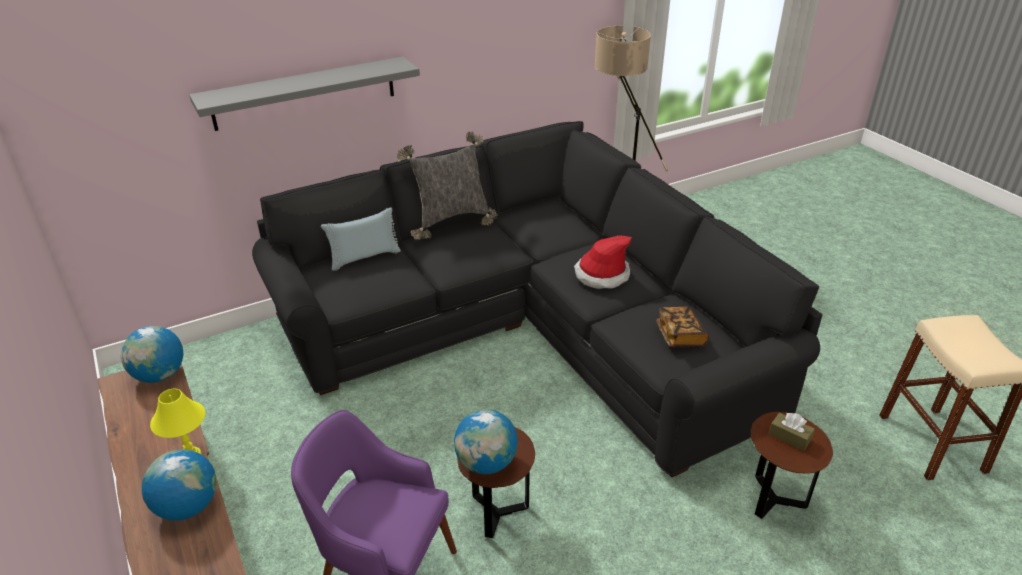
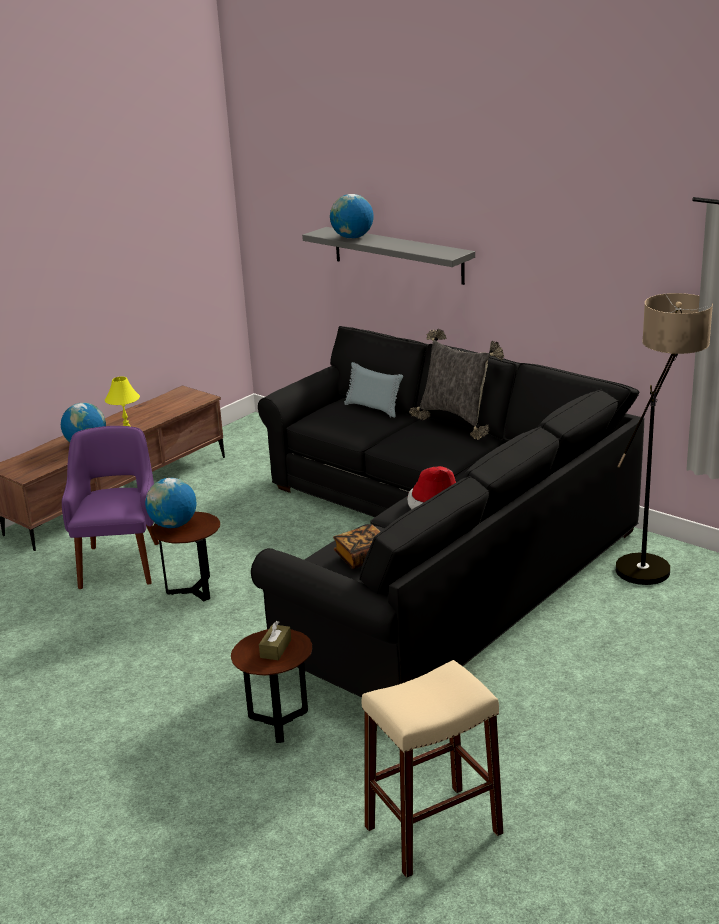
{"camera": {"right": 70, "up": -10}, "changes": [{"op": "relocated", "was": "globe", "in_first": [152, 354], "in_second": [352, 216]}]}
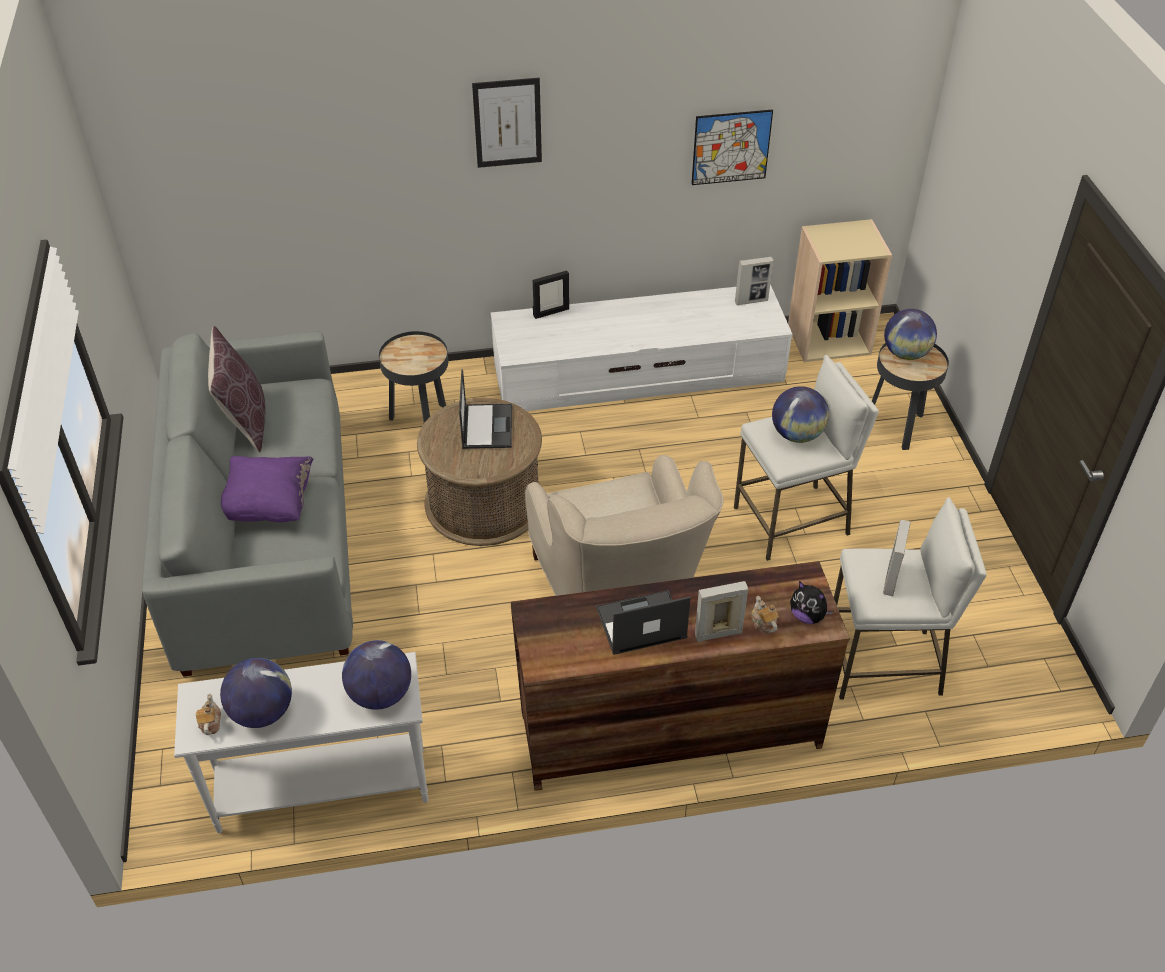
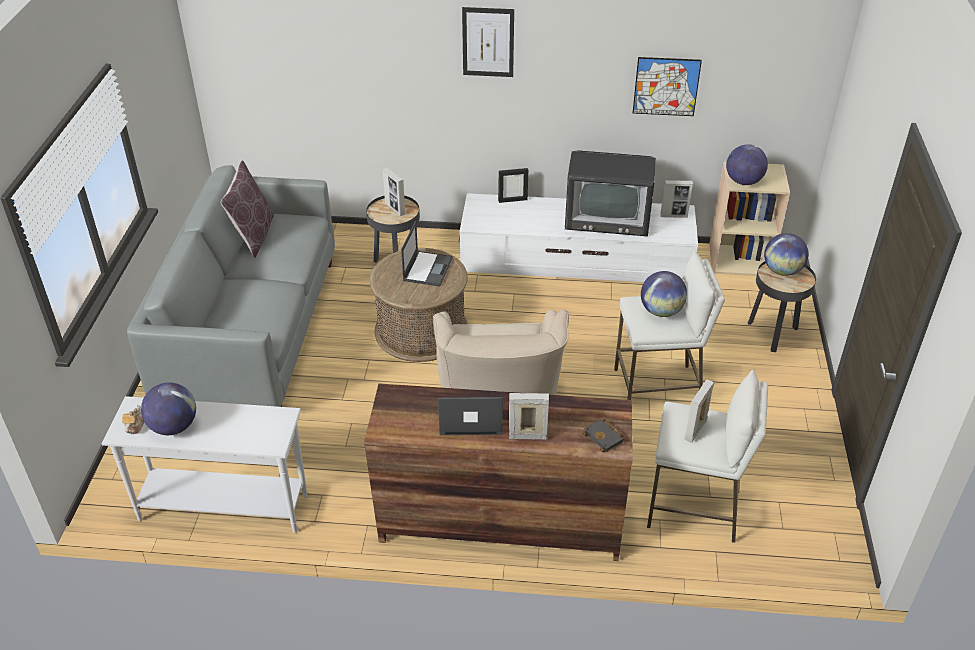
{"camera": {"right": 15, "up": -5}, "changes": [{"op": "missing", "was": "purple pillow", "in_first": [267, 489]}, {"op": "relocated", "was": "globe", "in_first": [376, 675], "in_second": [747, 164]}, {"op": "missing", "was": "teapot", "in_first": [765, 615]}, {"op": "exchanged", "was": "plush toy", "now": "black book", "in_first": [811, 602], "in_second": [603, 436]}, {"op": "appeared", "now": "picture frame", "in_second": [394, 192]}, {"op": "appeared", "now": "television", "in_second": [610, 193]}]}
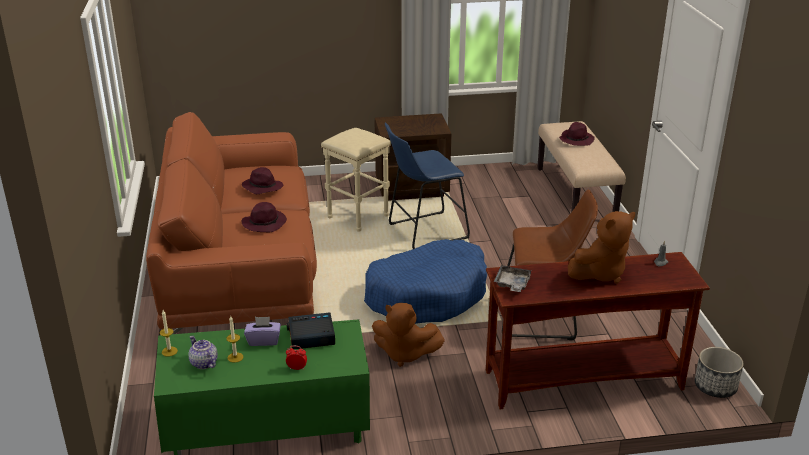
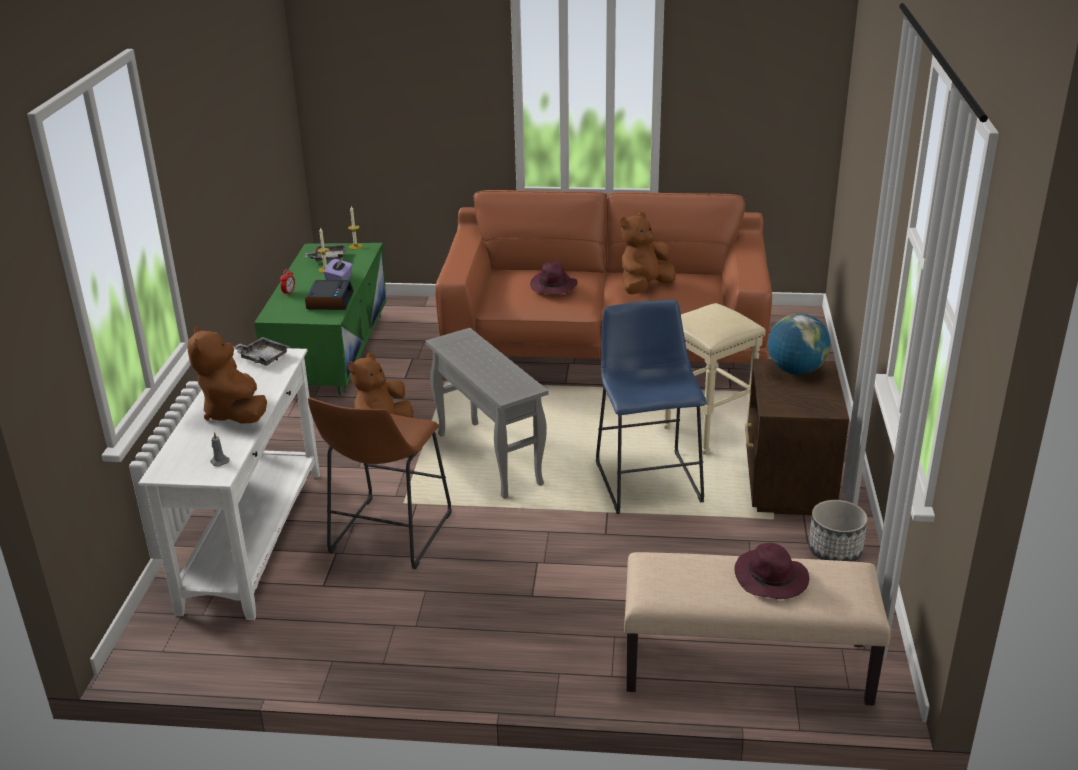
{"camera": {"right": 105, "up": 0}, "changes": [{"op": "exchanged", "was": "teapot", "now": "grey tray", "in_first": [203, 352], "in_second": [325, 253]}, {"op": "exchanged", "was": "purple hat", "now": "brown plush toy", "in_first": [262, 180], "in_second": [648, 253]}, {"op": "exchanged", "was": "blue dog bed", "now": "grey side table", "in_first": [425, 281], "in_second": [487, 413]}, {"op": "colour", "was": "brown console table", "now": "white console table", "in_first": [598, 330], "in_second": [229, 484]}, {"op": "relocated", "was": "planter", "in_first": [719, 372], "in_second": [838, 531]}, {"op": "appeared", "now": "globe", "in_second": [799, 344]}]}
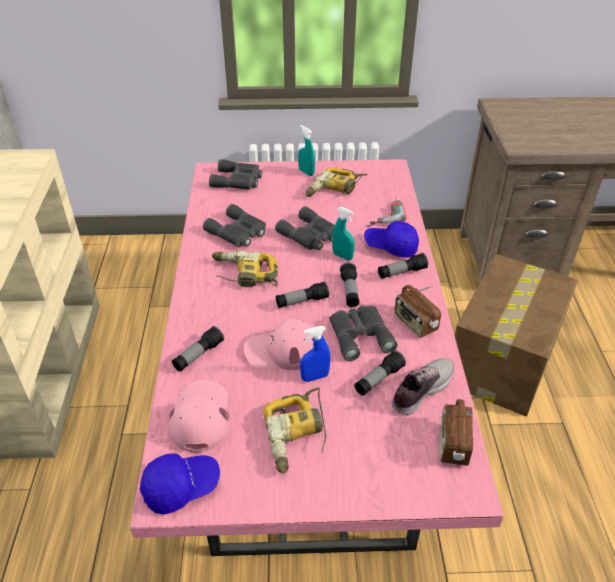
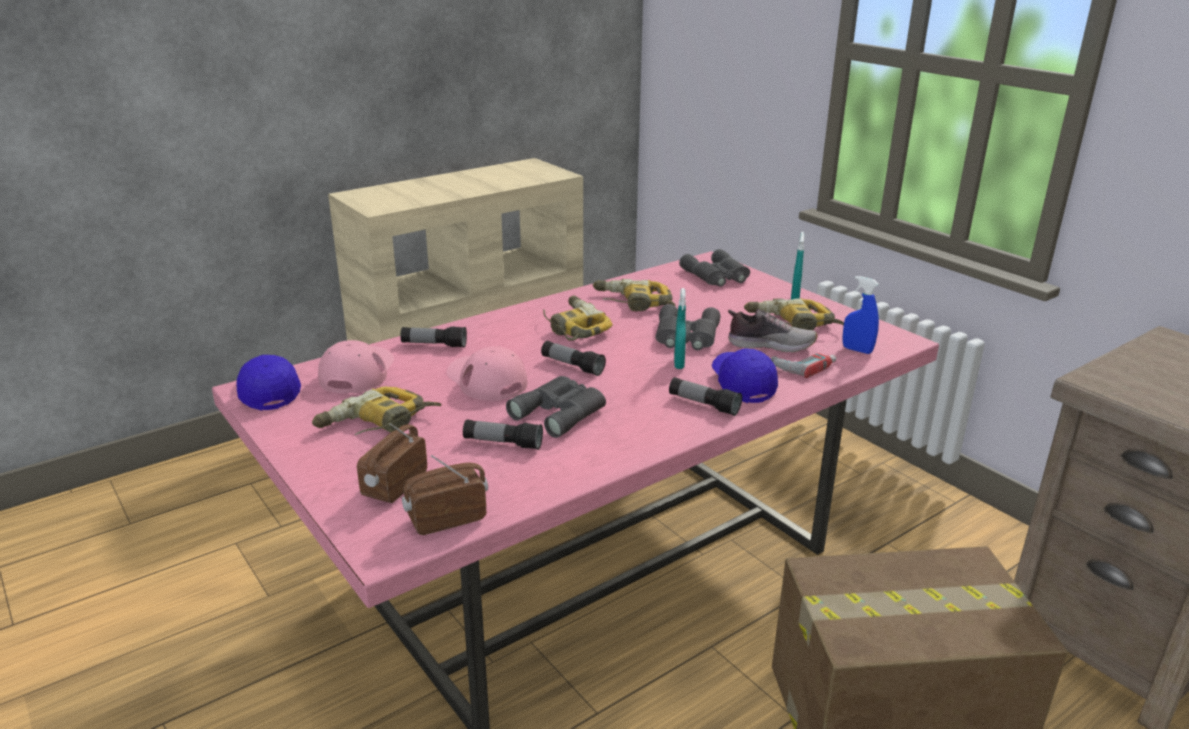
{"camera": {"right": 55, "up": -15}, "changes": [{"op": "spun", "was": "blue cap", "in_first": [180, 483], "in_second": [269, 383], "clockwise": -150}, {"op": "spun", "was": "pink cap", "in_first": [199, 416], "in_second": [356, 367], "clockwise": -45}, {"op": "exchanged", "was": "grey binoculars", "now": "power drill", "in_first": [234, 225], "in_second": [634, 295]}, {"op": "relocated", "was": "blue spray bottle", "in_first": [315, 354], "in_second": [861, 315]}, {"op": "missing", "was": "flashlight", "in_first": [349, 285]}, {"op": "relocated", "was": "shoe", "in_first": [423, 386], "in_second": [772, 331]}, {"op": "relocated", "was": "radio", "in_first": [417, 311], "in_second": [392, 463]}]}
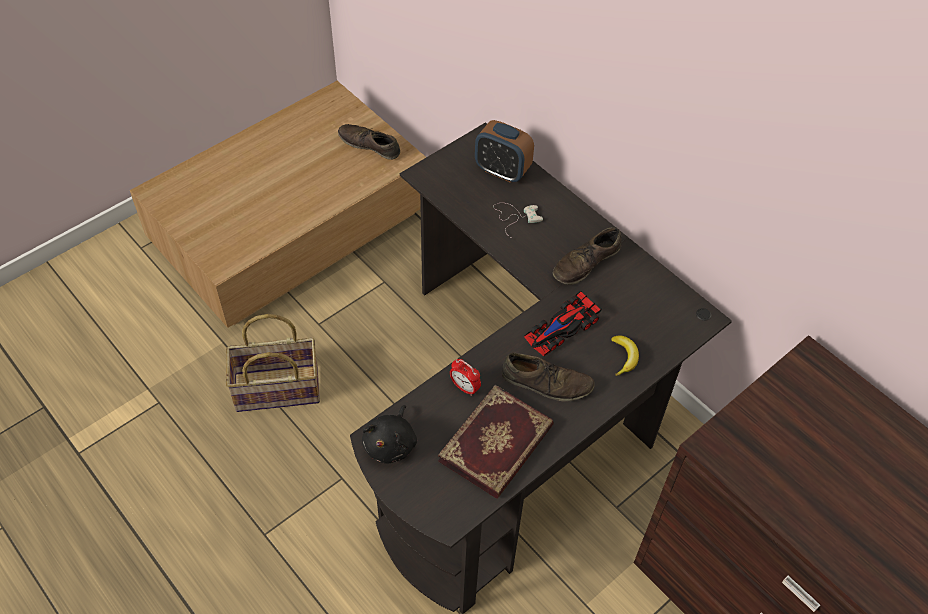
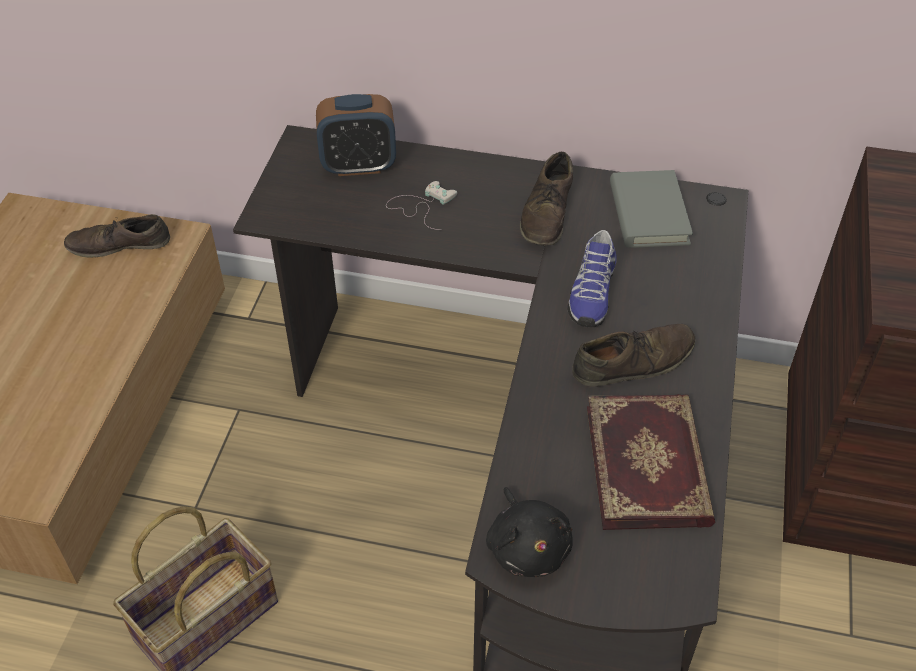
{"camera": {"right": -35, "up": -5}, "changes": [{"op": "missing", "was": "alarm clock", "in_first": [465, 377]}, {"op": "exchanged", "was": "toy car", "now": "shoe", "in_first": [563, 323], "in_second": [592, 278]}, {"op": "missing", "was": "banana", "in_first": [625, 356]}, {"op": "appeared", "now": "grey book", "in_second": [651, 209]}]}
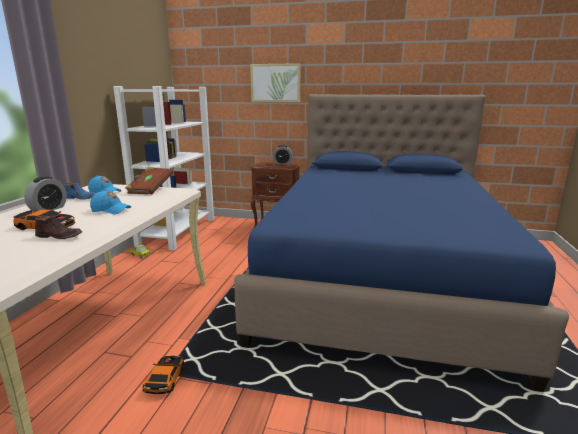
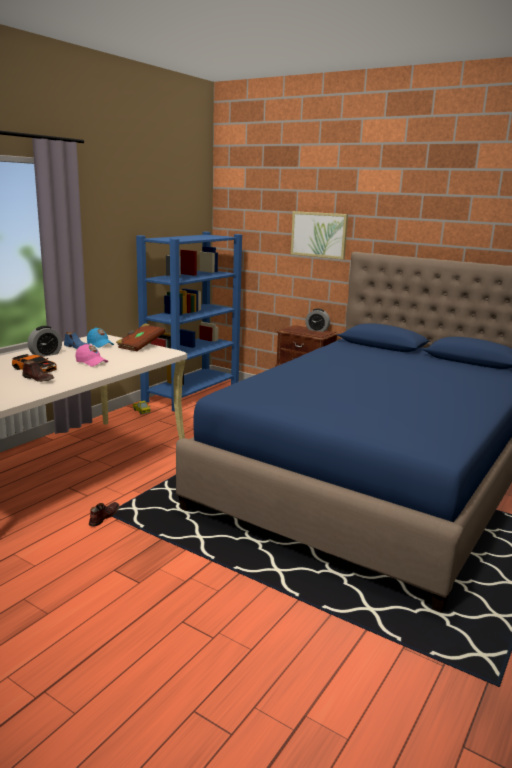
{"camera": {"right": 20, "up": 0}, "changes": [{"op": "colour", "was": "blue cap", "now": "pink cap", "in_first": [110, 202], "in_second": [92, 355]}, {"op": "colour", "was": "white bookcase", "now": "blue bookcase", "in_first": [163, 168], "in_second": [189, 322]}, {"op": "exchanged", "was": "toy car", "now": "brown shoe", "in_first": [163, 375], "in_second": [104, 514]}]}
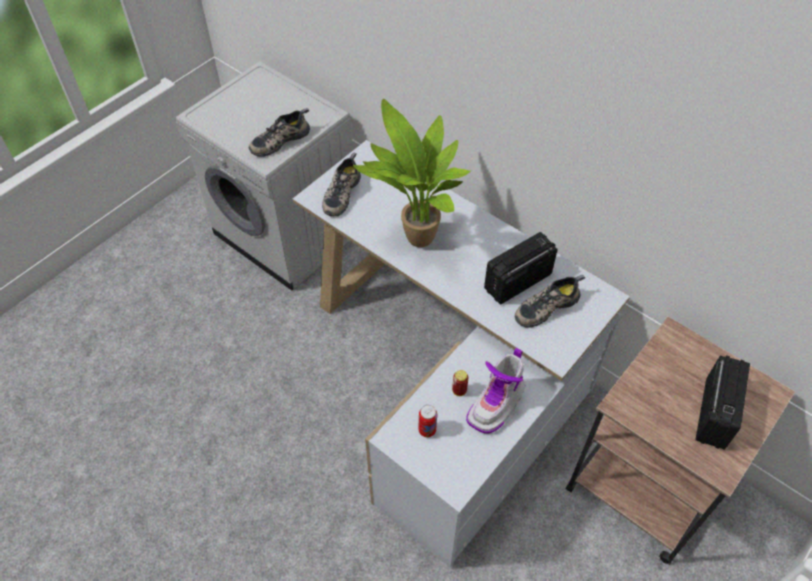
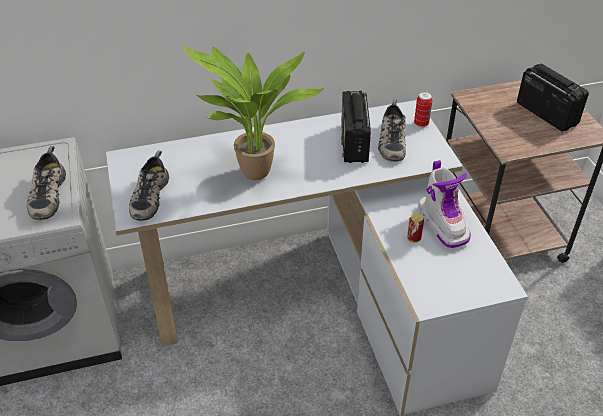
{"camera": {"right": -55, "up": -10}, "changes": [{"op": "spun", "was": "shoe", "in_first": [341, 185], "in_second": [149, 186], "clockwise": 45}, {"op": "relocated", "was": "can", "in_first": [427, 421], "in_second": [423, 109]}]}
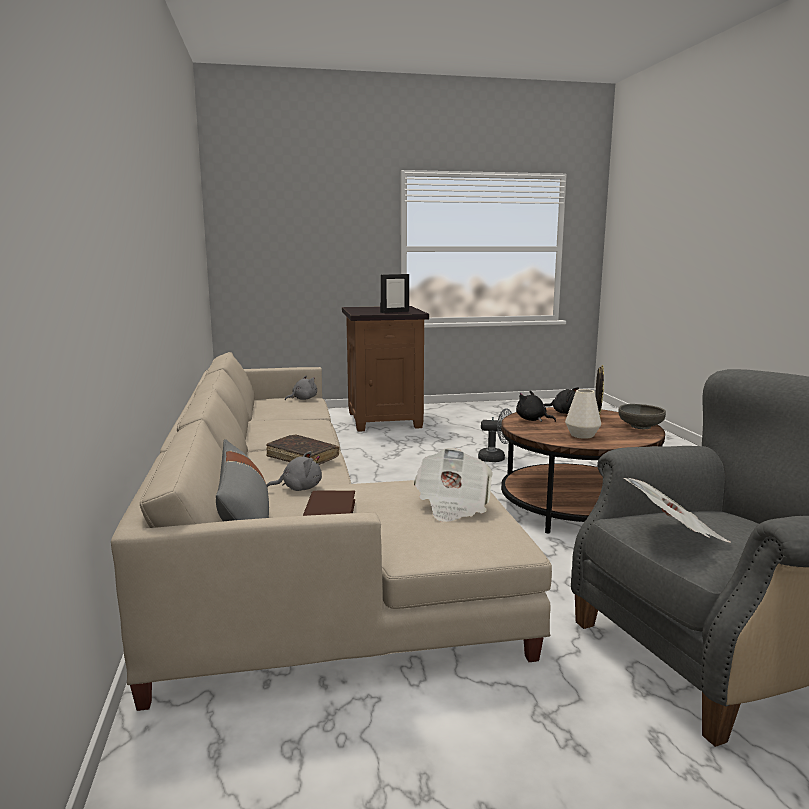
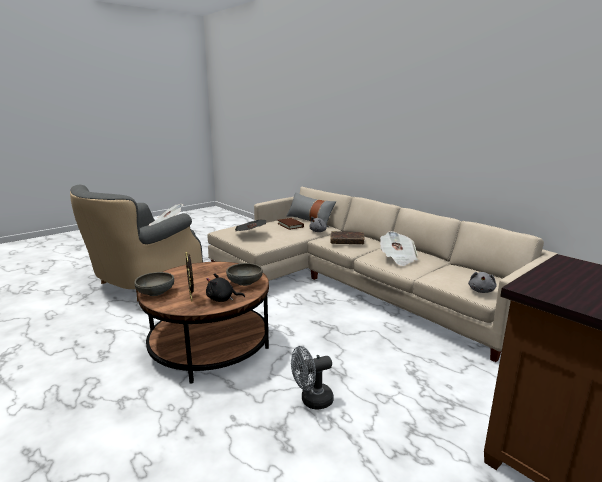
{"camera": {"right": 150, "up": 5}, "changes": [{"op": "missing", "was": "picture frame", "in_first": [394, 293]}, {"op": "exchanged", "was": "black plush toy", "now": "grey bowl", "in_first": [536, 406], "in_second": [244, 274]}, {"op": "missing", "was": "white vase", "in_first": [583, 414]}, {"op": "appeared", "now": "newspaper", "in_second": [399, 248]}]}
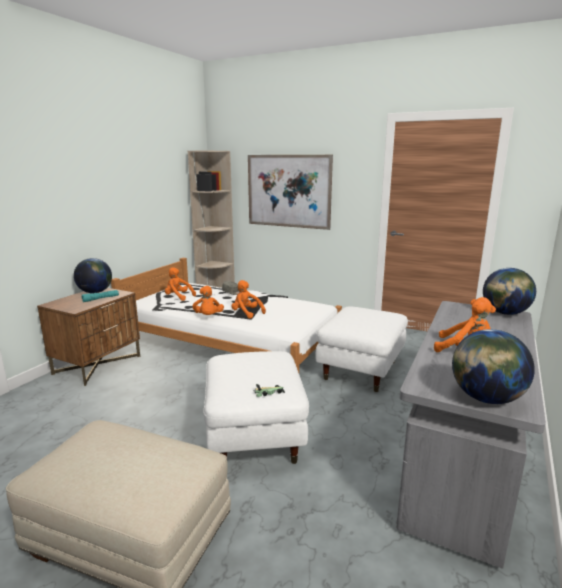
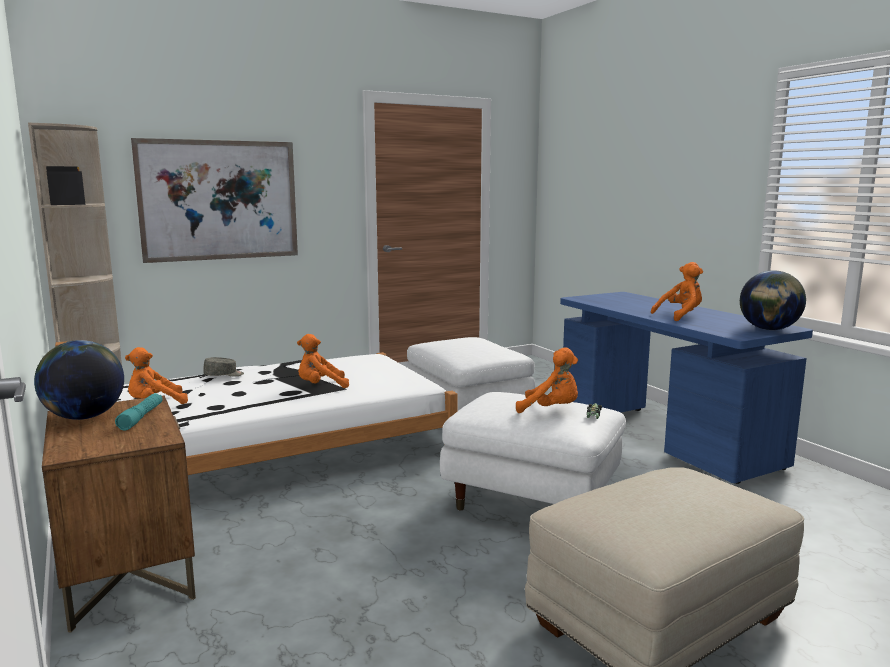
{"camera": {"right": -55, "up": -5}, "changes": [{"op": "relocated", "was": "orange plush toy", "in_first": [208, 300], "in_second": [547, 380]}, {"op": "colour", "was": "grey desk", "now": "blue desk", "in_first": [471, 435], "in_second": [686, 388]}, {"op": "missing", "was": "globe", "in_first": [509, 291]}]}
